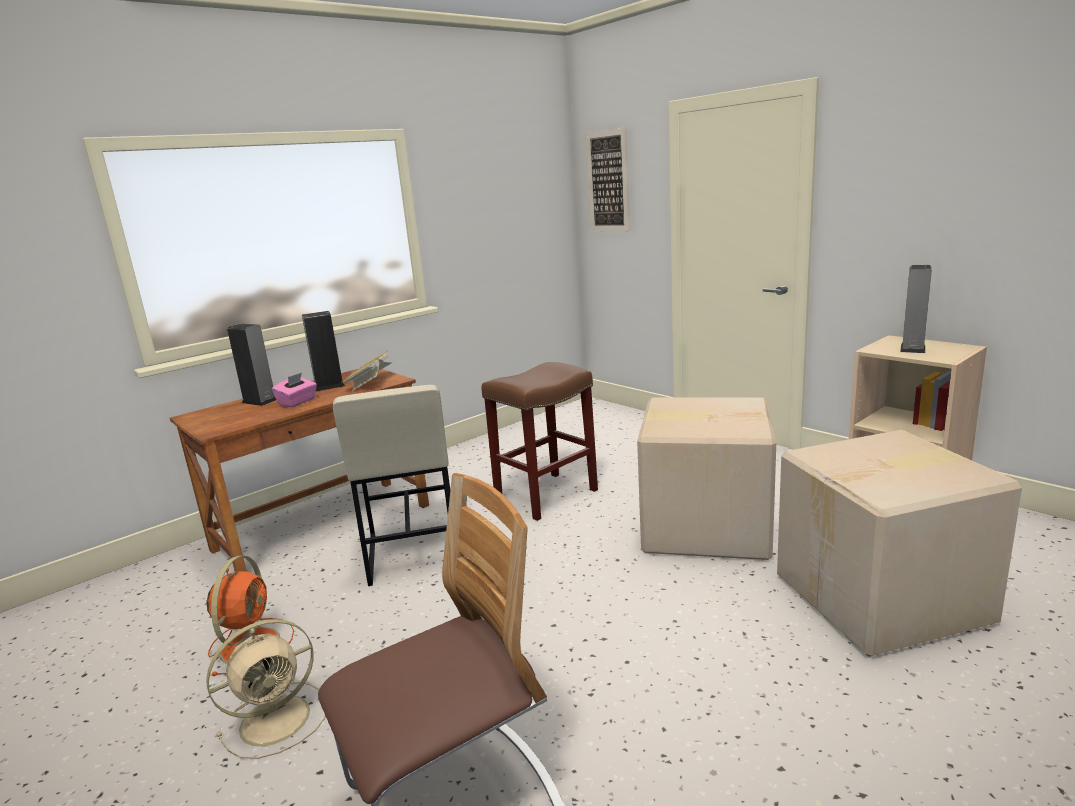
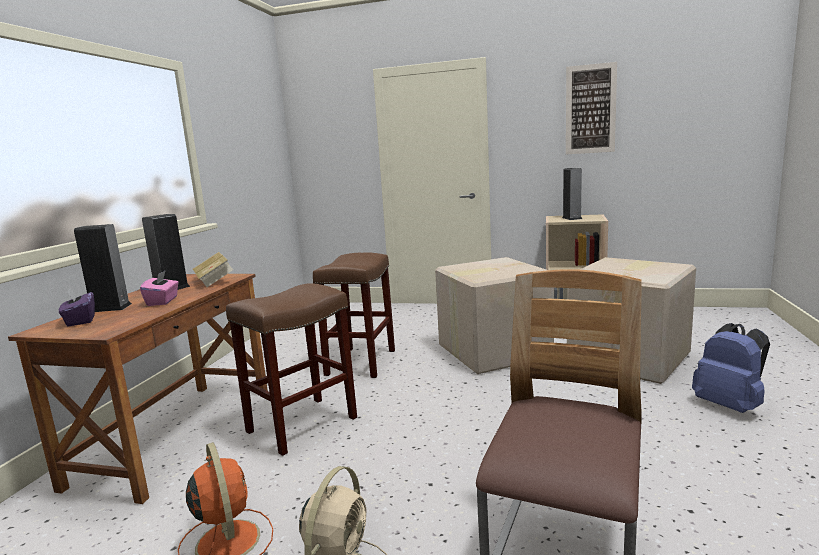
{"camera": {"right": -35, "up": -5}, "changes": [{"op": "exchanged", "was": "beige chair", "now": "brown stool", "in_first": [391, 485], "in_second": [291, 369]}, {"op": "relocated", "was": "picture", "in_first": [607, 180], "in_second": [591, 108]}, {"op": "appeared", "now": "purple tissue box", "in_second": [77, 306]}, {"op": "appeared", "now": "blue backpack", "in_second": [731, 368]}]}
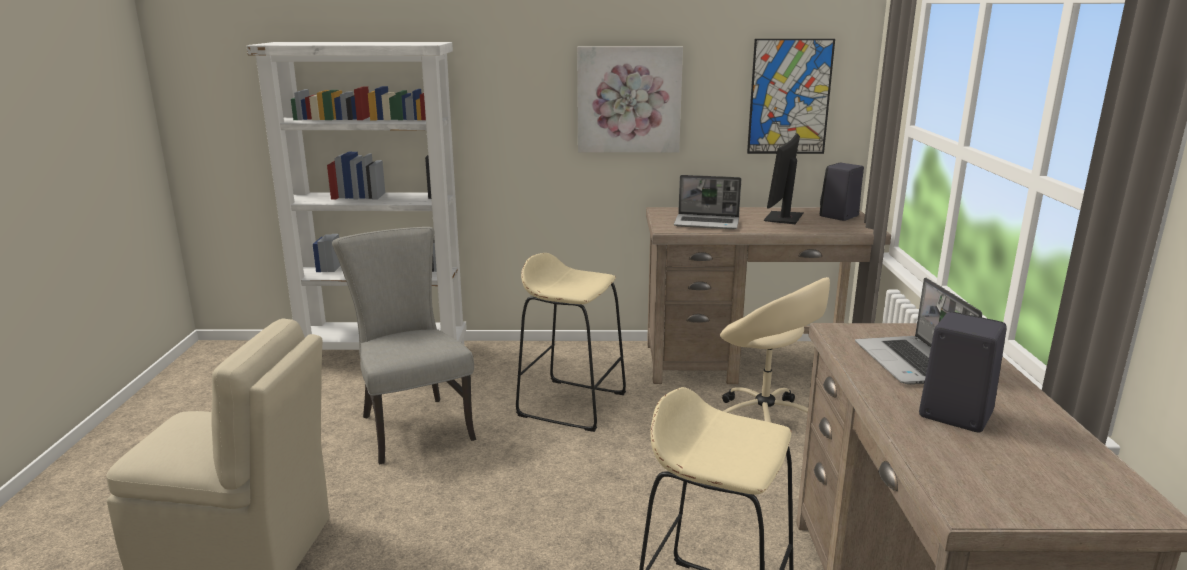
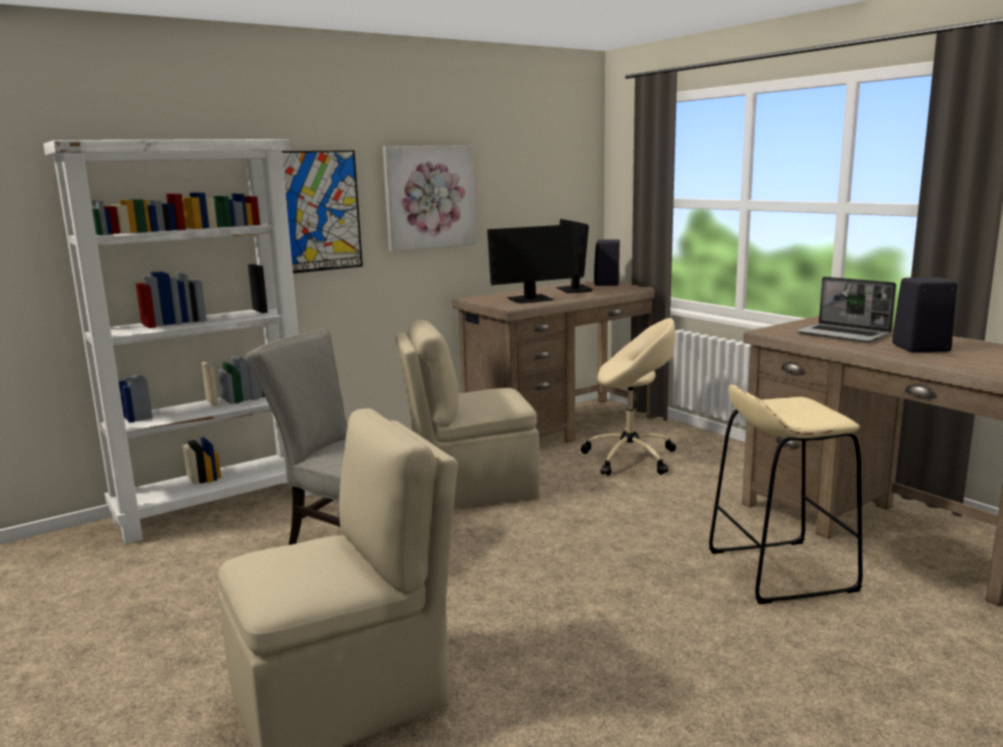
{"camera": {"right": -35, "up": -5}, "changes": [{"op": "exchanged", "was": "beige stool", "now": "beige chair", "in_first": [571, 342], "in_second": [467, 414]}, {"op": "exchanged", "was": "laptop", "now": "monitor", "in_first": [707, 202], "in_second": [531, 264]}, {"op": "relocated", "was": "picture", "in_first": [791, 96], "in_second": [322, 211]}]}
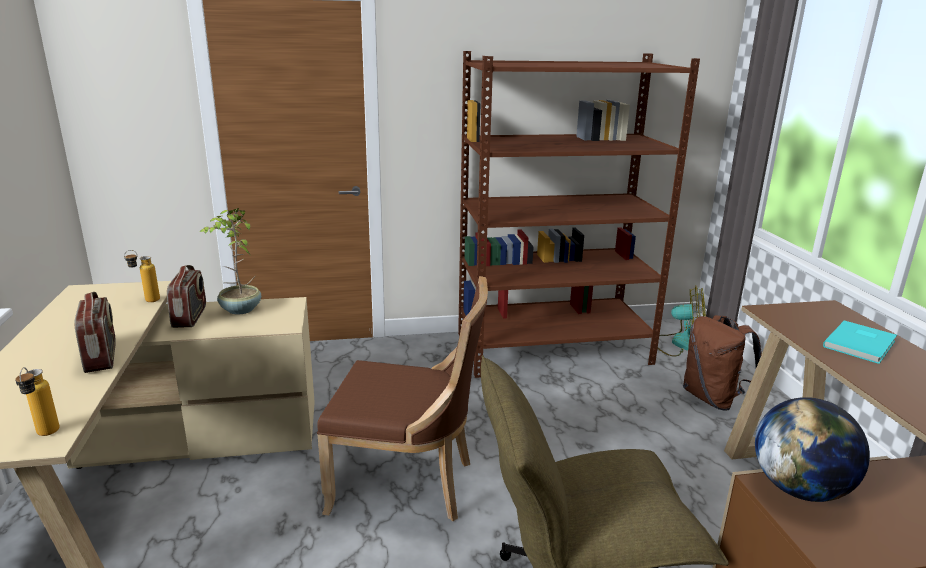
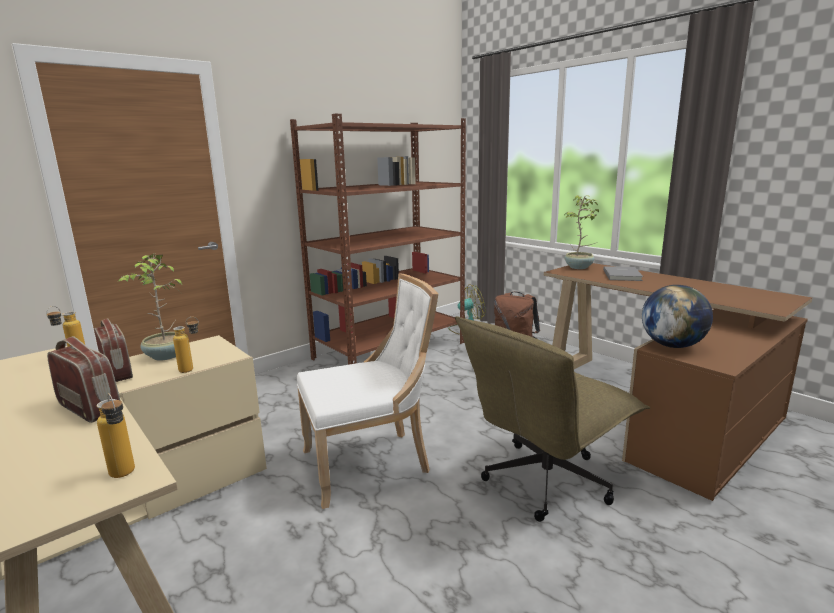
{"camera": {"right": -30, "up": -5}, "changes": [{"op": "colour", "was": "brown chair", "now": "white chair", "in_first": [402, 398], "in_second": [367, 391]}, {"op": "colour", "was": "turquoise book", "now": "grey book", "in_first": [860, 342], "in_second": [623, 273]}, {"op": "appeared", "now": "bottle", "in_second": [186, 345]}, {"op": "appeared", "now": "potted plant", "in_second": [582, 232]}]}
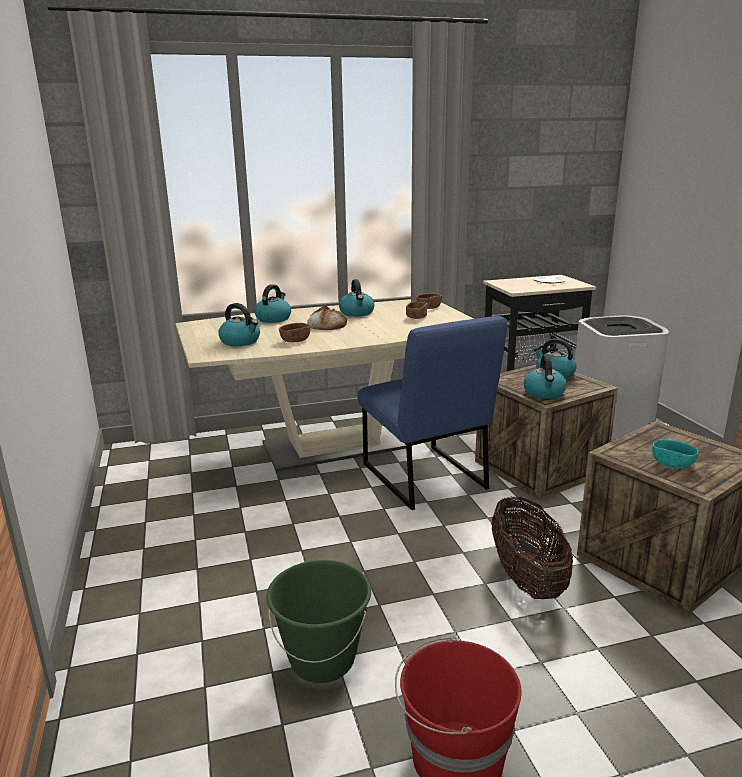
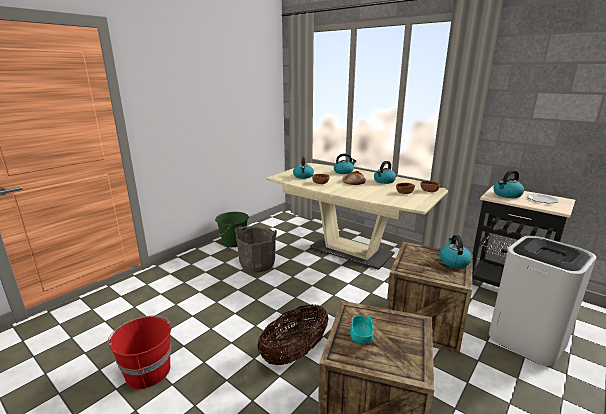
{"camera": {"right": 55, "up": 0}, "changes": [{"op": "relocated", "was": "green bucket", "in_first": [318, 621], "in_second": [232, 229]}, {"op": "missing", "was": "blue chair", "in_first": [433, 413]}, {"op": "relocated", "was": "kettle", "in_first": [545, 376], "in_second": [508, 184]}, {"op": "appeared", "now": "grey bucket", "in_second": [256, 249]}]}
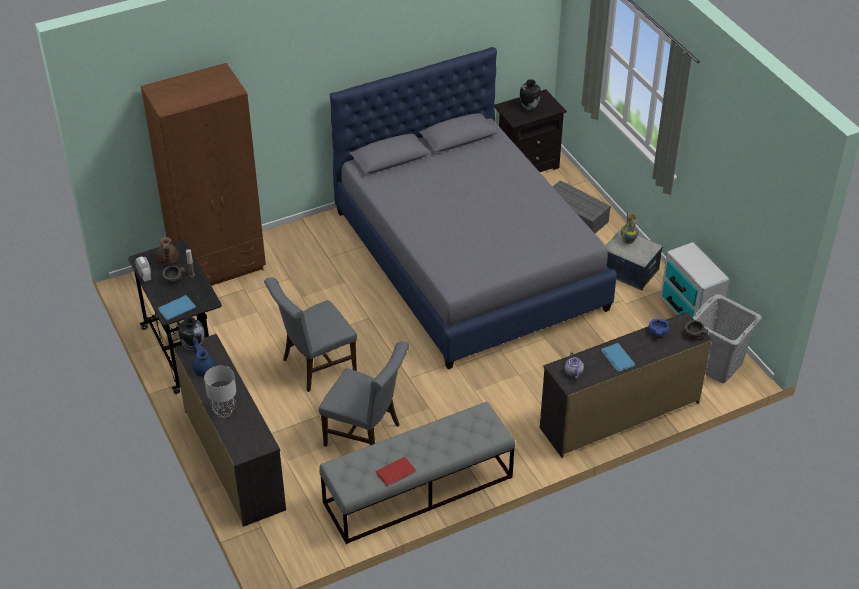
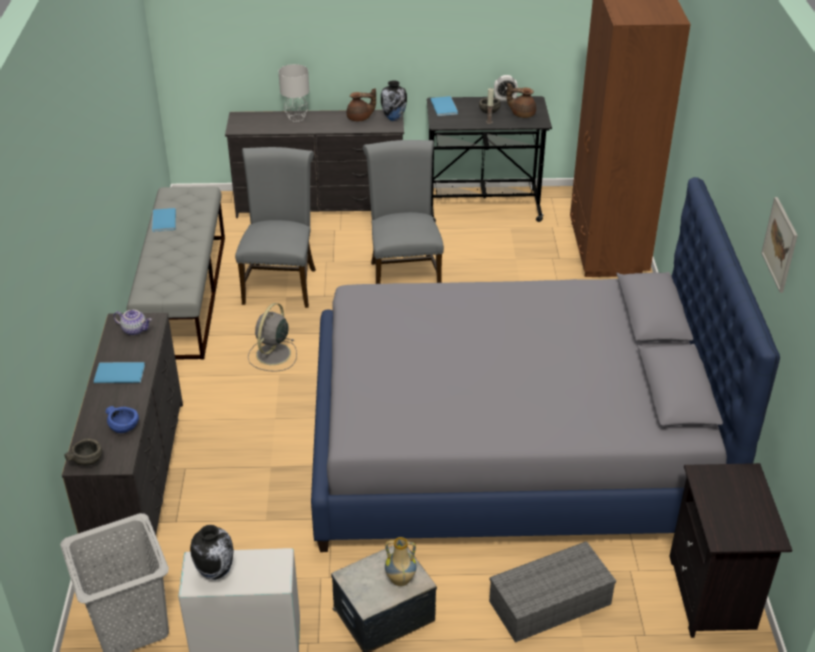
{"camera": {"right": 115, "up": -5}, "changes": [{"op": "colour", "was": "blue teapot", "now": "brown teapot", "in_first": [204, 357], "in_second": [361, 104]}, {"op": "spun", "was": "grey chair", "in_first": [364, 394], "in_second": [275, 227], "clockwise": 135}, {"op": "colour", "was": "red book", "now": "blue book", "in_first": [396, 471], "in_second": [164, 220]}, {"op": "relocated", "was": "vase", "in_first": [530, 94], "in_second": [212, 552]}, {"op": "appeared", "now": "grey fan", "in_second": [272, 337]}, {"op": "appeared", "now": "picture", "in_second": [779, 245]}]}
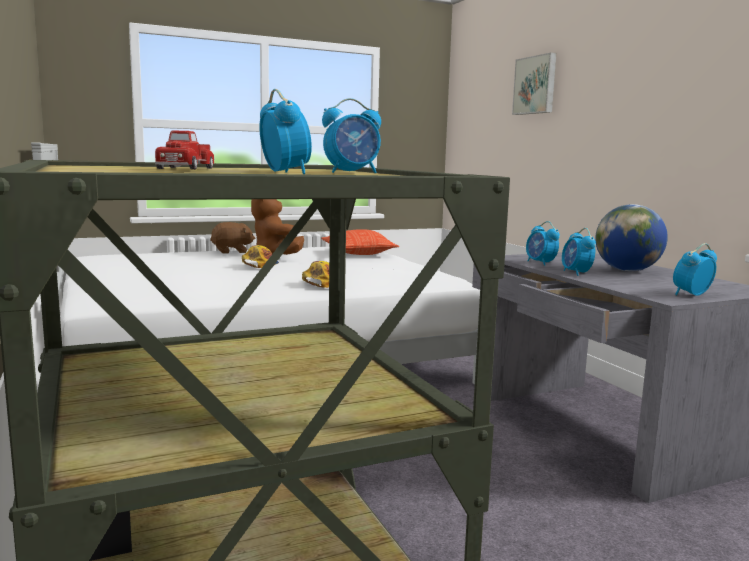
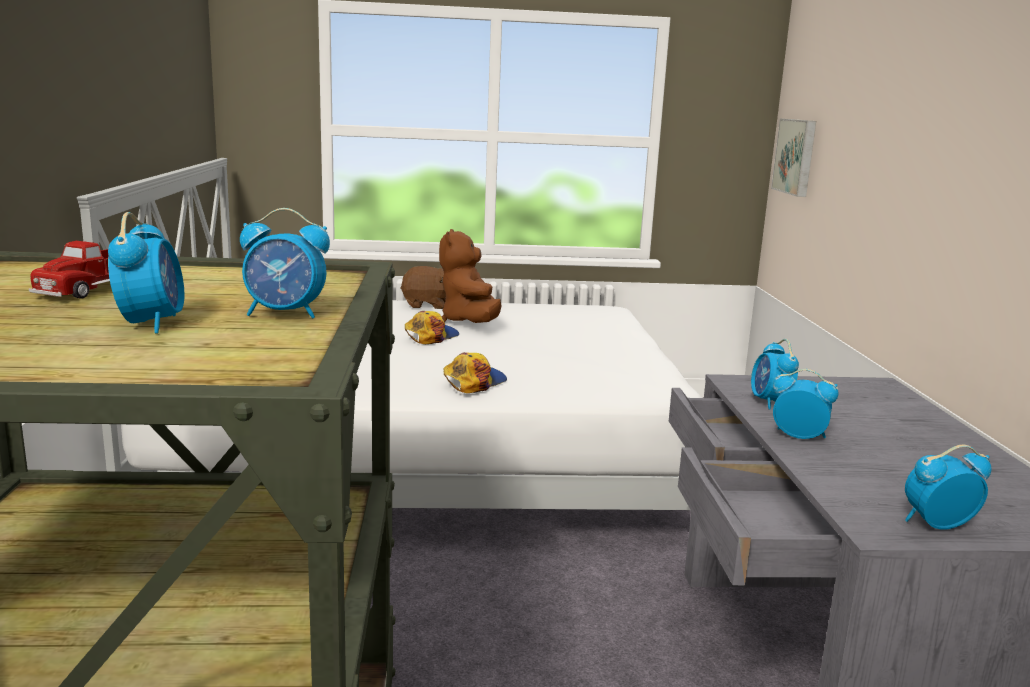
{"camera": {"right": 20, "up": 5}, "changes": [{"op": "missing", "was": "orange pillow", "in_first": [360, 242]}, {"op": "relocated", "was": "picture", "in_first": [534, 84], "in_second": [793, 158]}, {"op": "spun", "was": "alarm clock", "in_first": [579, 252], "in_second": [806, 404], "clockwise": 105}, {"op": "missing", "was": "globe", "in_first": [631, 237]}]}
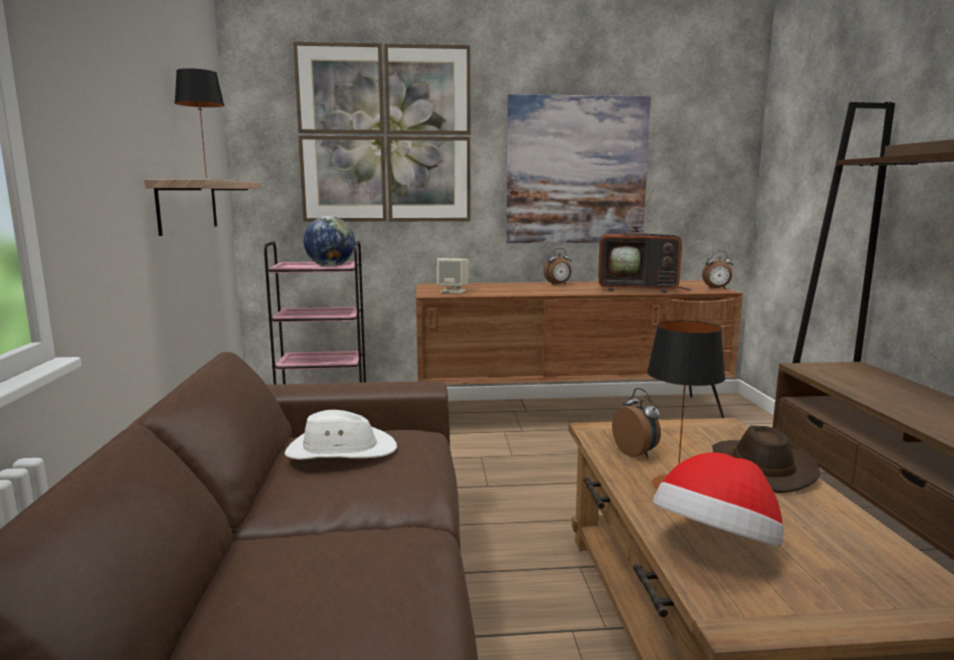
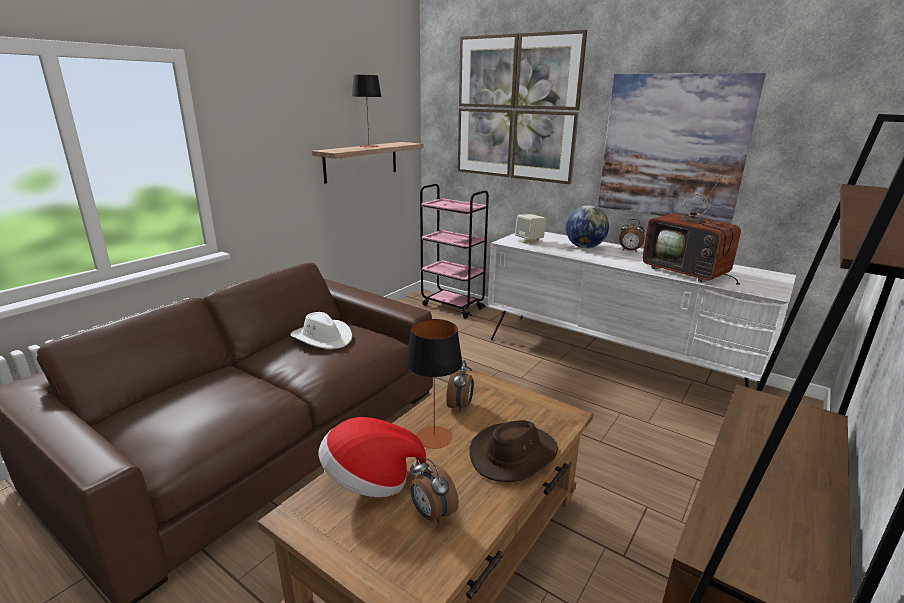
{"camera": {"right": 40, "up": 10}, "changes": [{"op": "relocated", "was": "globe", "in_first": [329, 241], "in_second": [587, 227]}, {"op": "colour", "was": "brown tv stand", "now": "white tv stand", "in_first": [579, 349], "in_second": [642, 310]}, {"op": "relocated", "was": "alarm clock", "in_first": [717, 270], "in_second": [434, 490]}]}
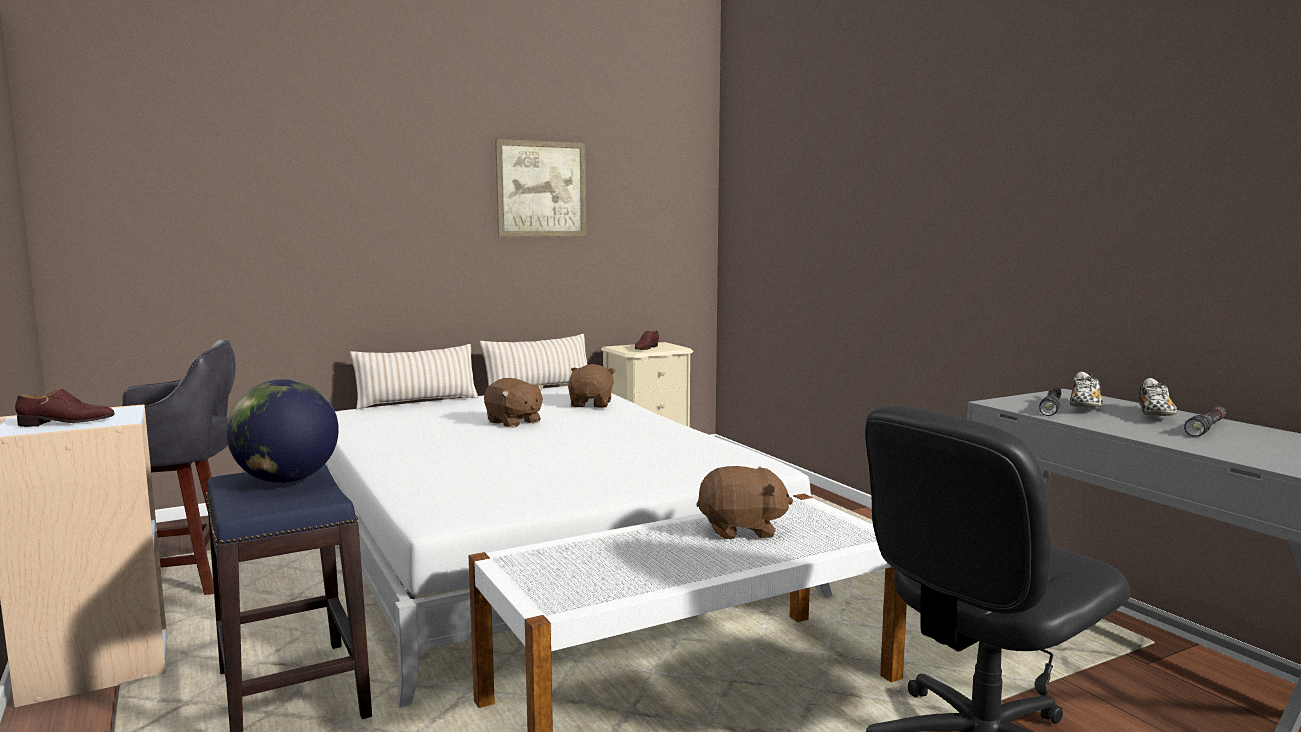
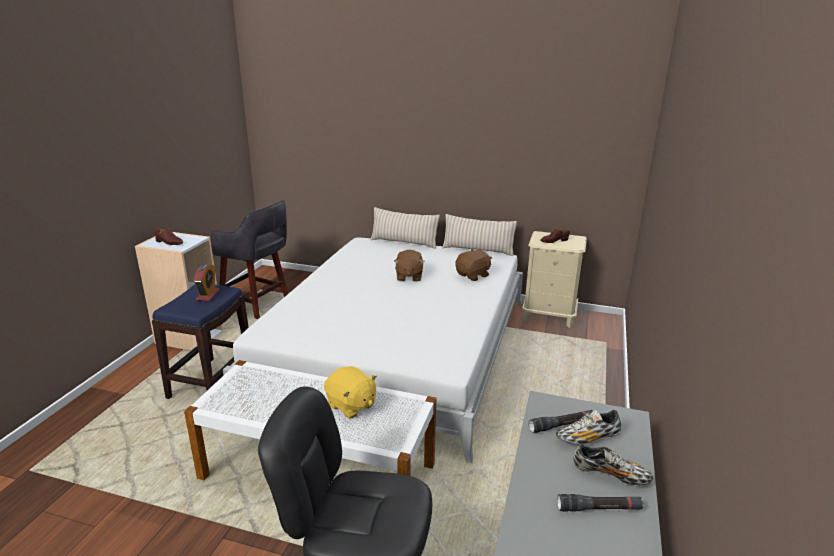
{"camera": {"right": 45, "up": 15}, "changes": [{"op": "exchanged", "was": "globe", "now": "alarm clock", "in_first": [282, 431], "in_second": [207, 282]}, {"op": "missing", "was": "picture", "in_first": [540, 188]}, {"op": "colour", "was": "brown plush toy", "now": "yellow plush toy", "in_first": [745, 502], "in_second": [350, 392]}, {"op": "spun", "was": "shoe", "in_first": [1157, 397], "in_second": [613, 464], "clockwise": -135}]}
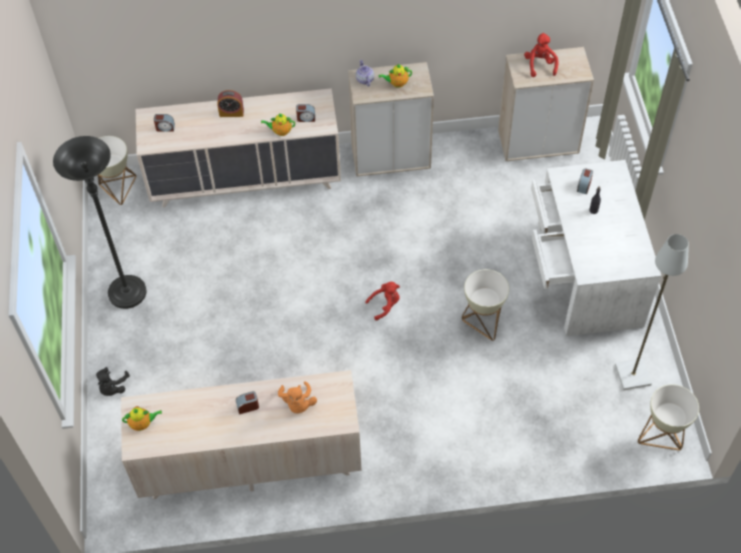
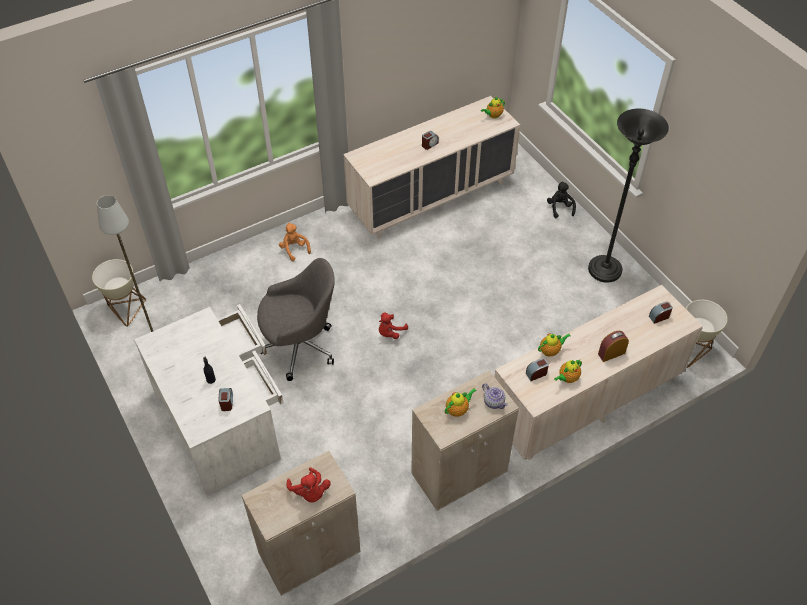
{"camera": {"right": 155, "up": -5}, "changes": [{"op": "relocated", "was": "orange plush toy", "in_first": [297, 397], "in_second": [295, 242]}, {"op": "exchanged", "was": "planter", "now": "grey office chair", "in_first": [485, 305], "in_second": [296, 319]}, {"op": "appeared", "now": "teapot", "in_second": [568, 371]}]}
